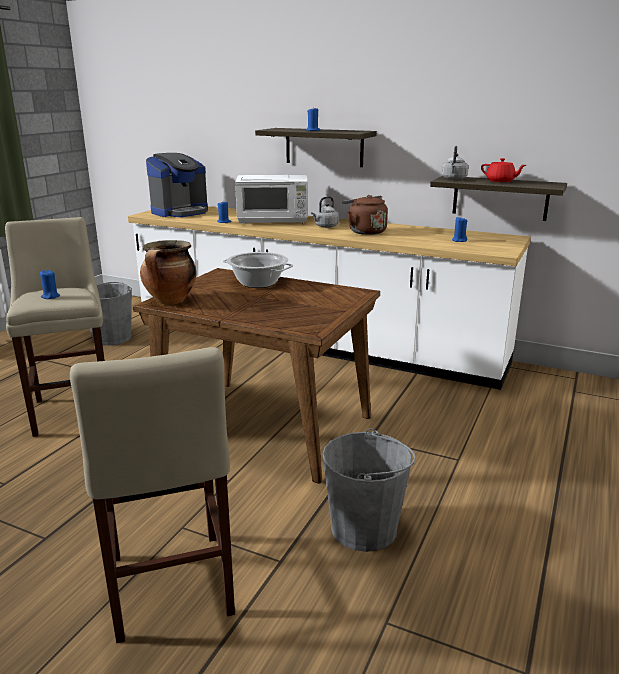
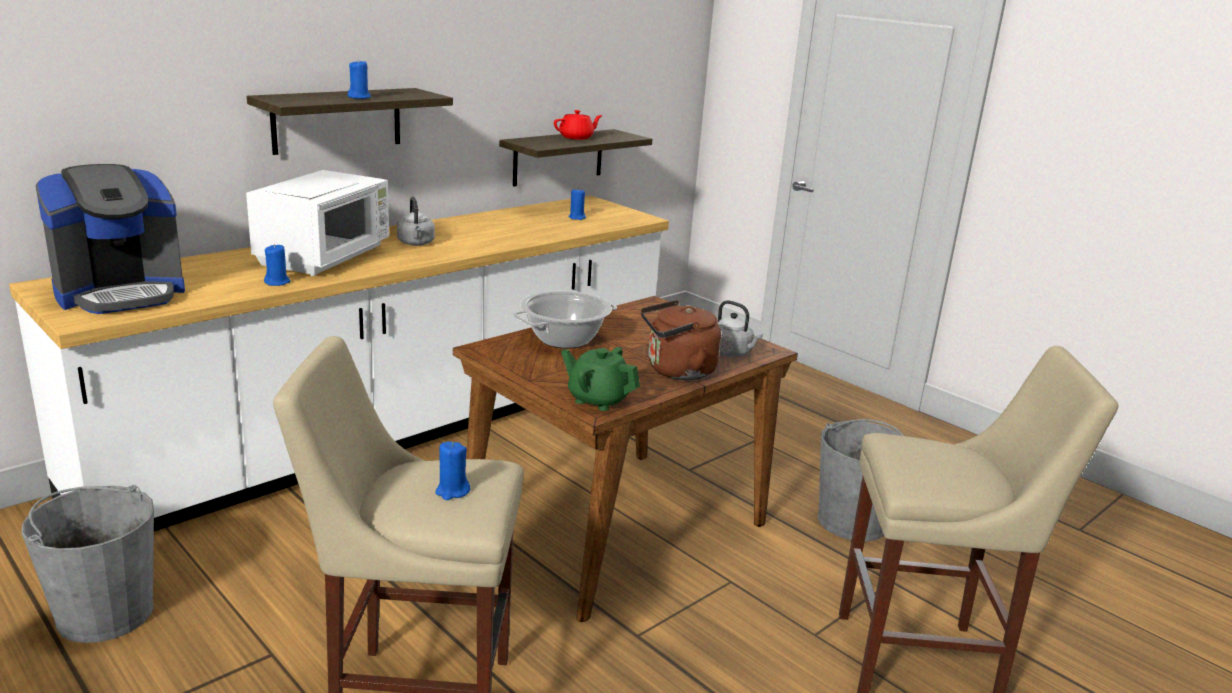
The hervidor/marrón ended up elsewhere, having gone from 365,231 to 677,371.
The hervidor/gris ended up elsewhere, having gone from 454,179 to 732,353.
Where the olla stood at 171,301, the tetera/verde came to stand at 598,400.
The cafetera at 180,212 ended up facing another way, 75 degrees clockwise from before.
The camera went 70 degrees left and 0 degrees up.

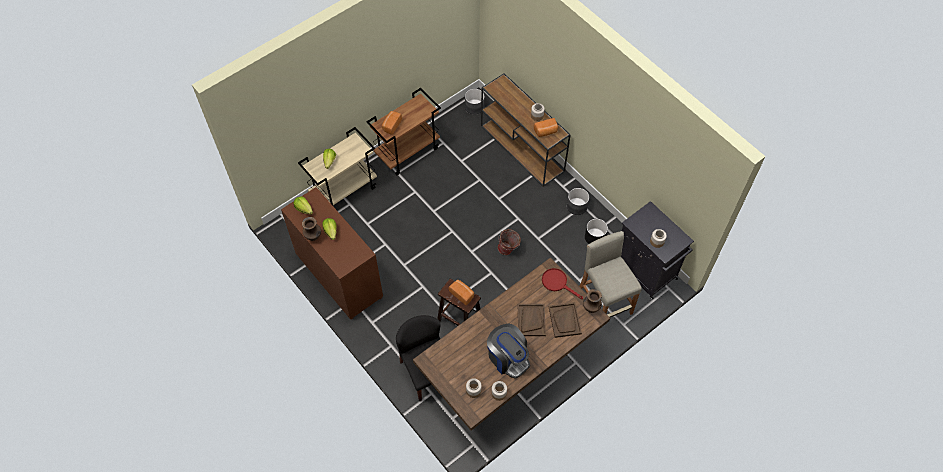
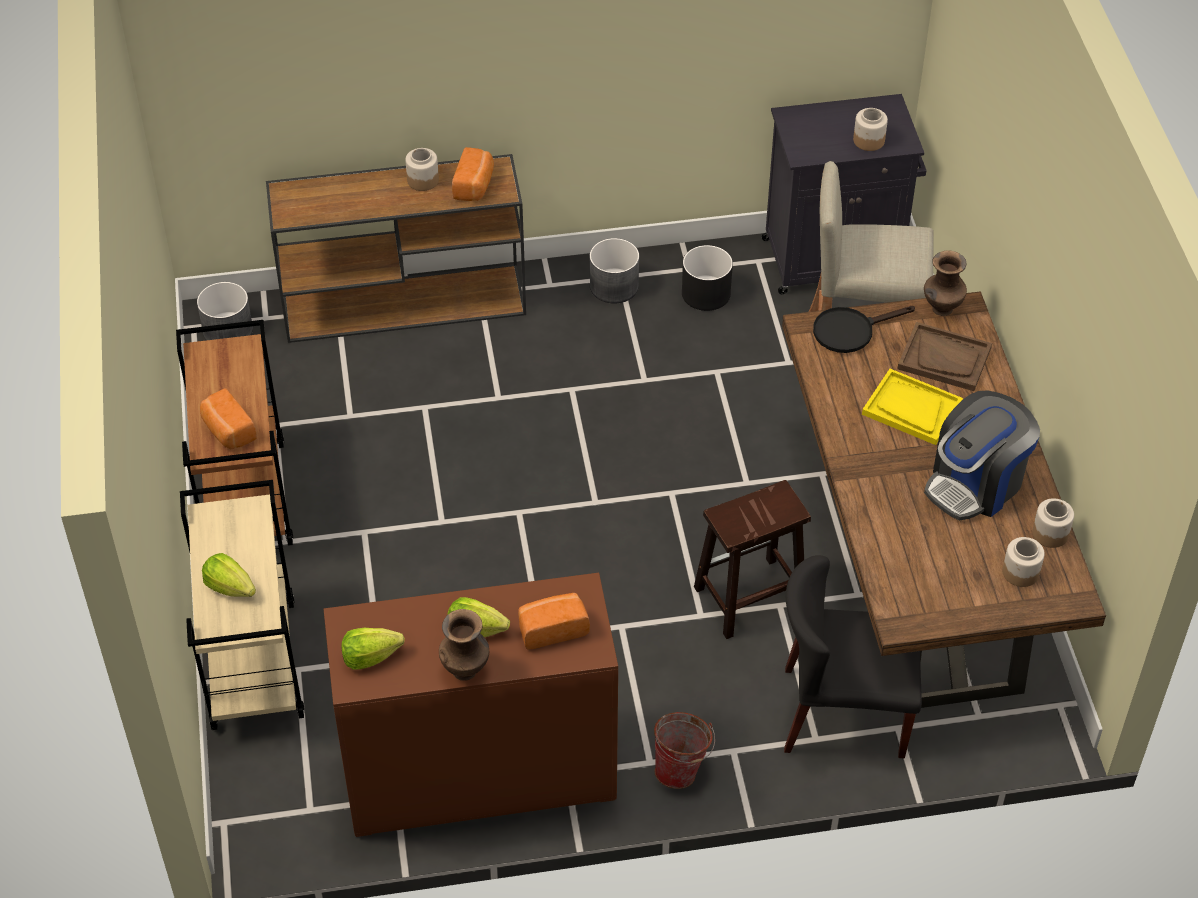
The pan ended up elsewhere, having gone from 462,294 to 552,628.
The cubo ended up elsewhere, having gone from 508,250 to 682,769.
What was the bandeja/marrón at 531,320 turned into the bandeja/amarillo at 911,409.
What was the sartén/rojo at 557,283 turned into the sartén/negro at 850,330.
The cafetera at 507,357 ended up facing another way, 150 degrees clockwise from before.
The camera went 60 degrees left and 10 degrees down.

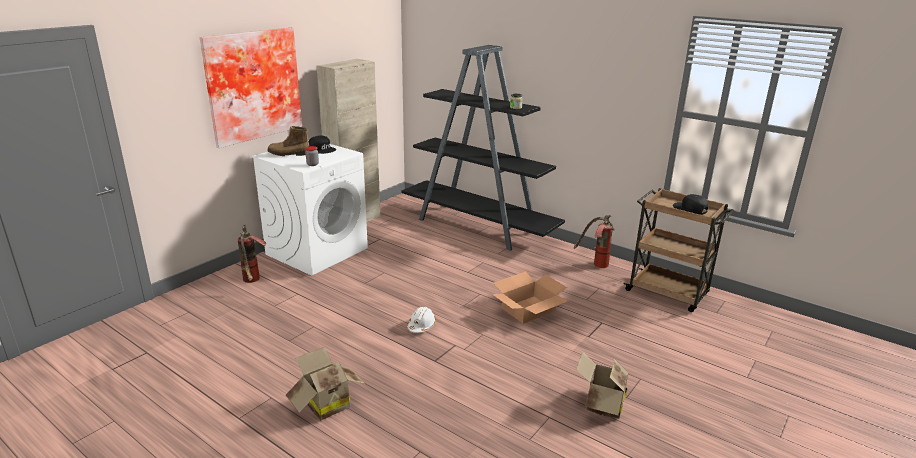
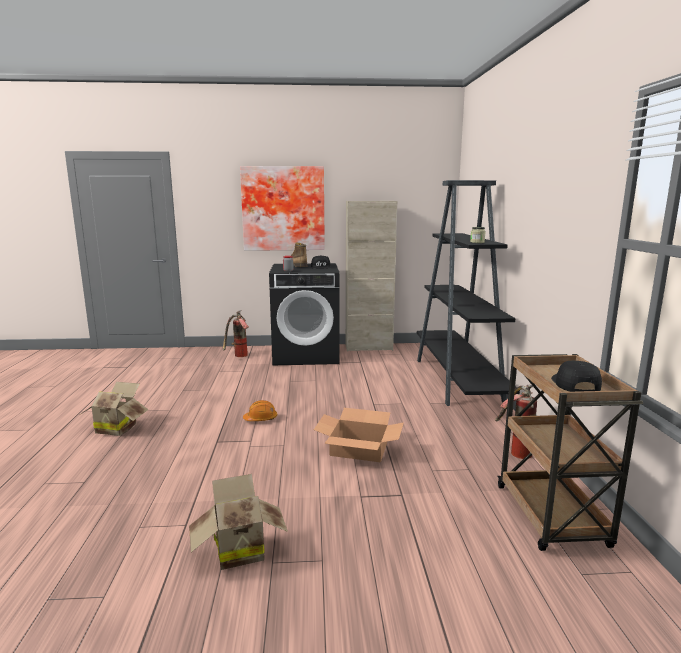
What was the lavadora/blanco at 317,251 turned into the lavadora/negro at 306,355.
What was the casco/blanco at 421,326 turned into the casco/naranja at 261,419.
The camera went 50 degrees right and 10 degrees down.

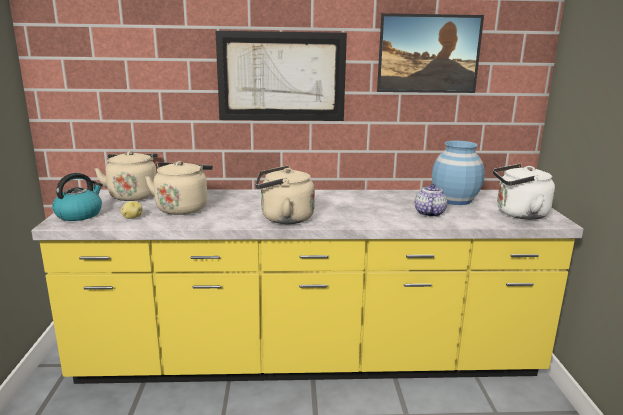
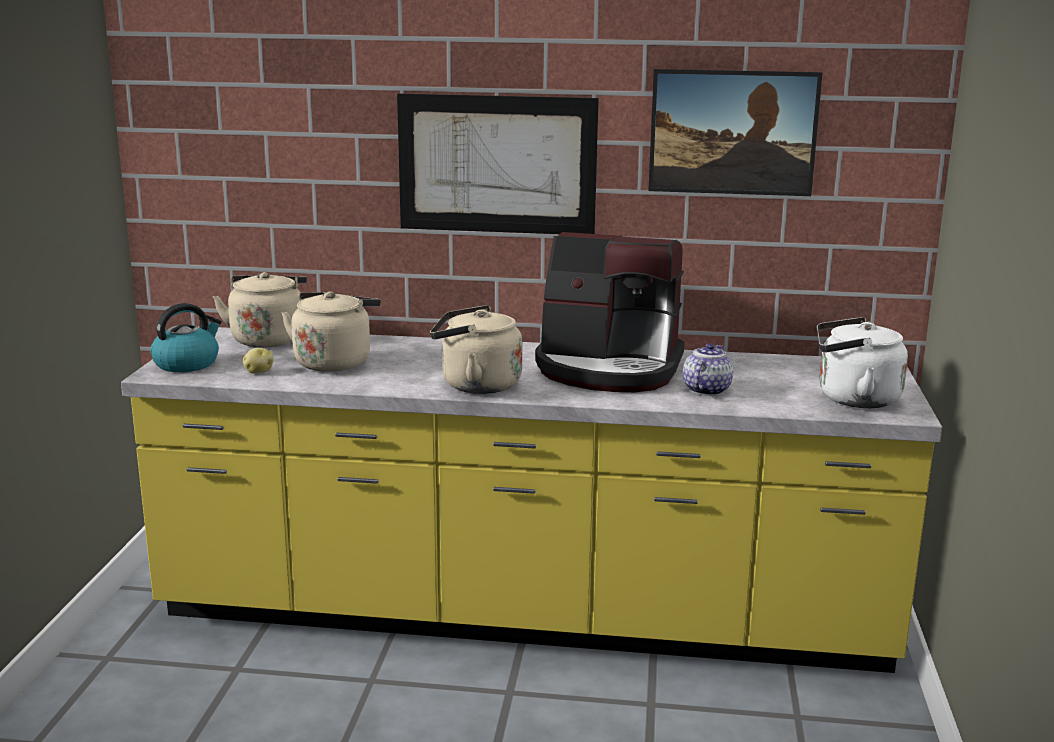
The second view lost the florero/azul at 454,200.
The second view gained the cafetera at 609,369.
The camera went 10 degrees right and 0 degrees up.

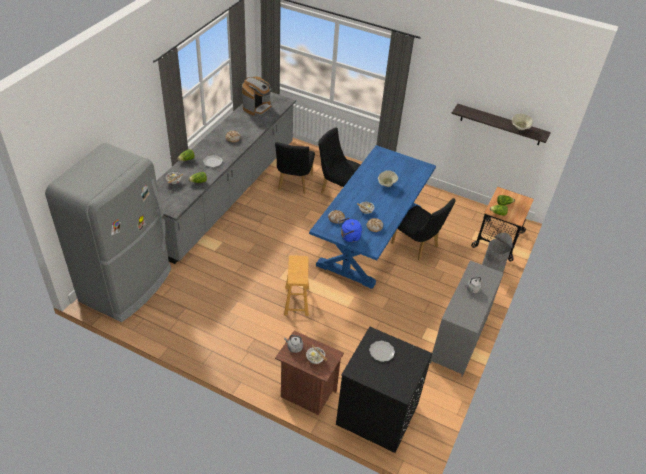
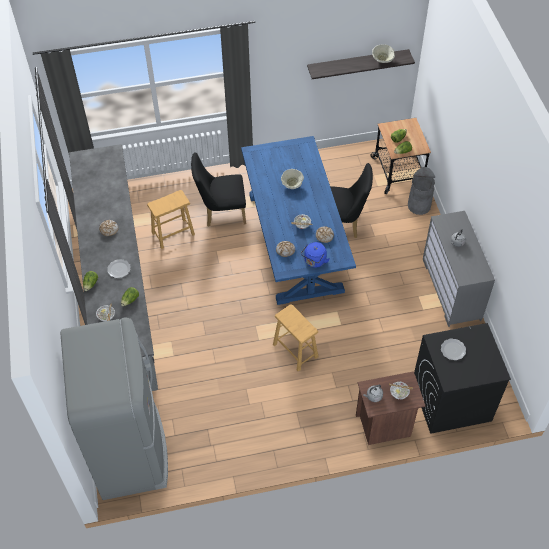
The second view lost the cafetera at 257,107.
Where the silla/negro stood at 294,184, the taburete/marrón came to stand at 173,233.
The camera went 35 degrees left and 10 degrees up.

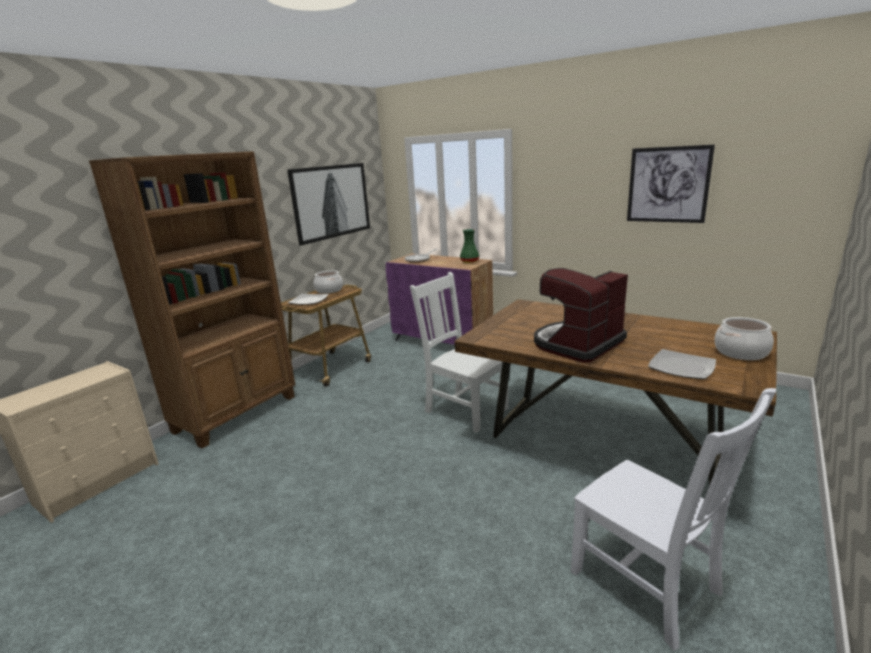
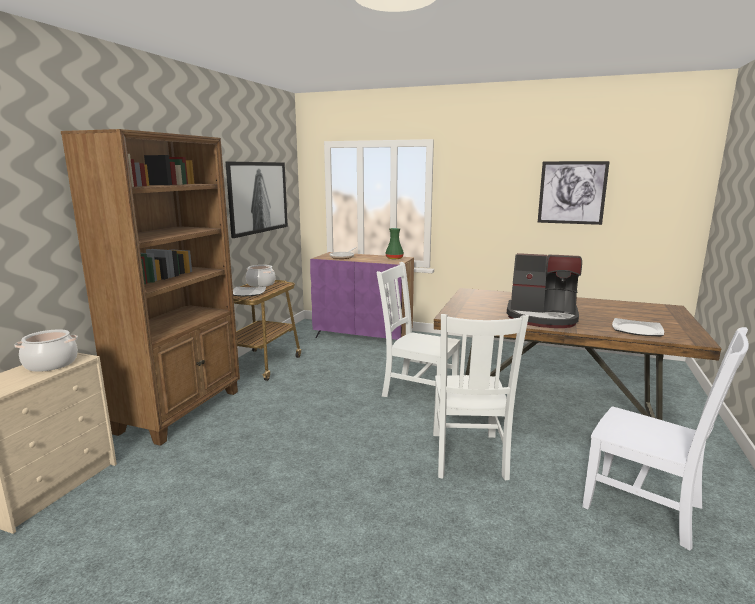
The second view gained the silla/blanco at 468,457.
The olla ended up elsewhere, having gone from 741,352 to 51,364.
The cafetera at 577,344 ended up facing another way, 105 degrees counterclockwise from before.
The camera went 15 degrees left and 5 degrees down.

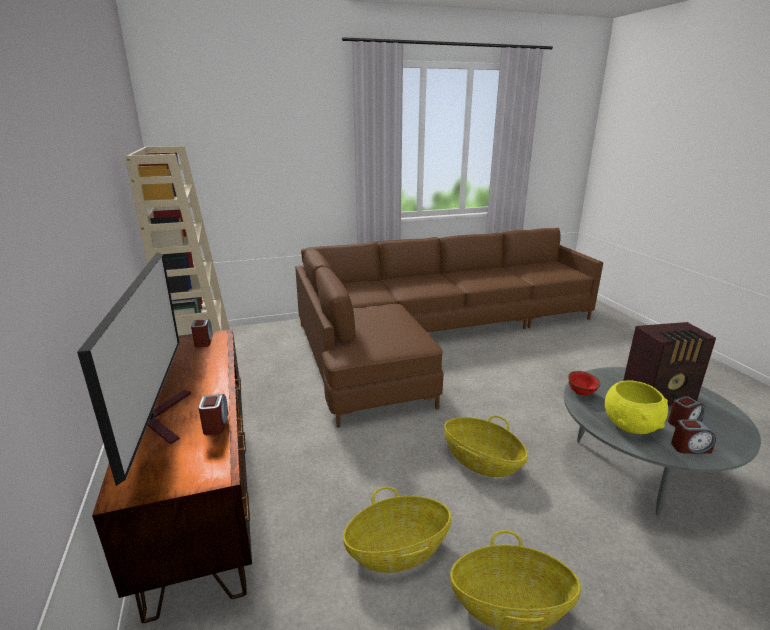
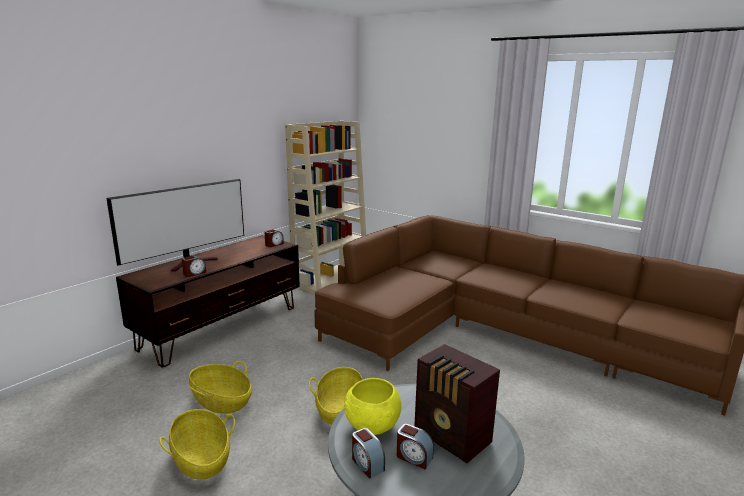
The second view lost the cuenco/rojo at 581,393.
The camera went 55 degrees right and 5 degrees down.

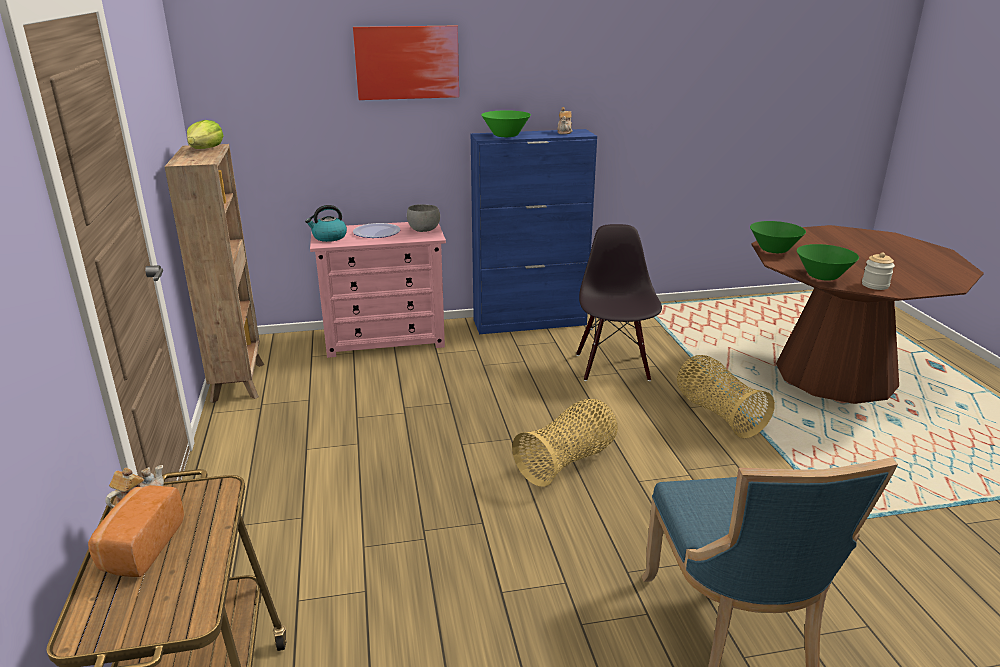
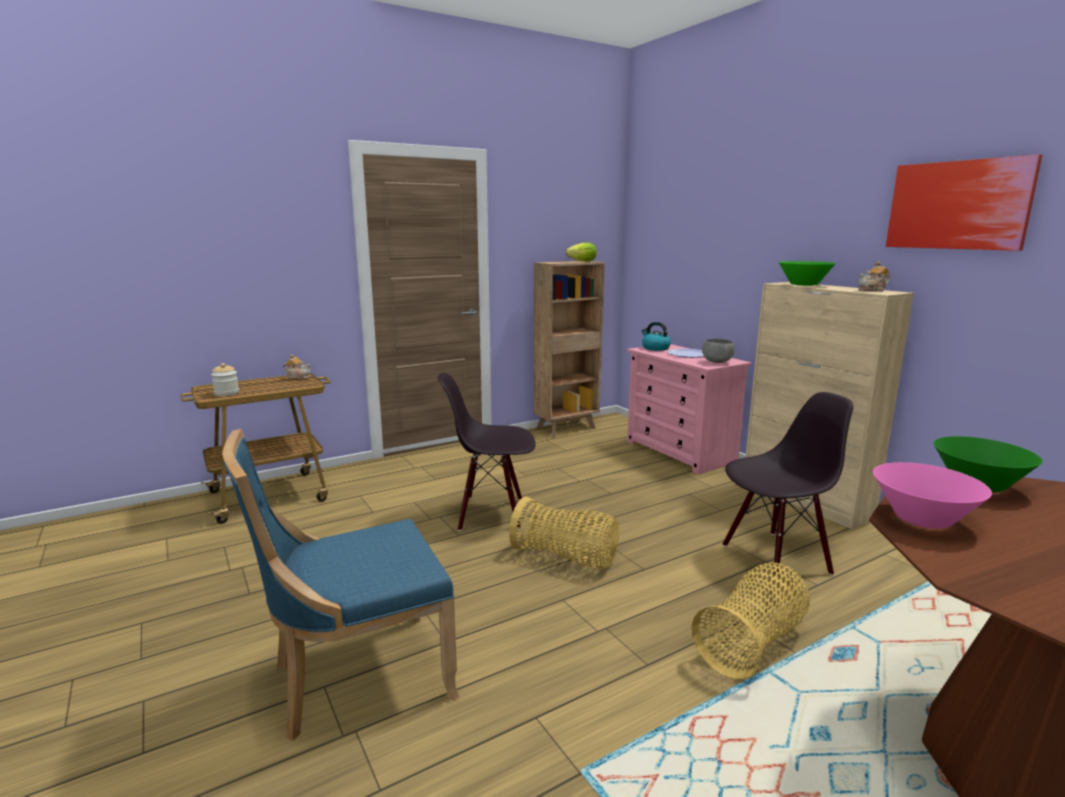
The second view lost the pan at 139,547.
The second view gained the silla/negro at 491,513.
The cuadro ended up elsewhere, having gone from 407,62 to 958,205.
The tarro ended up elsewhere, having gone from 875,285 to 226,393.
What was the armario/azul at 530,322 turned into the armario/beis at 805,500.
What was the cuenco/verde at 823,276 turned into the cuenco/rosa at 923,519.
The camera went 70 degrees right and 10 degrees down.

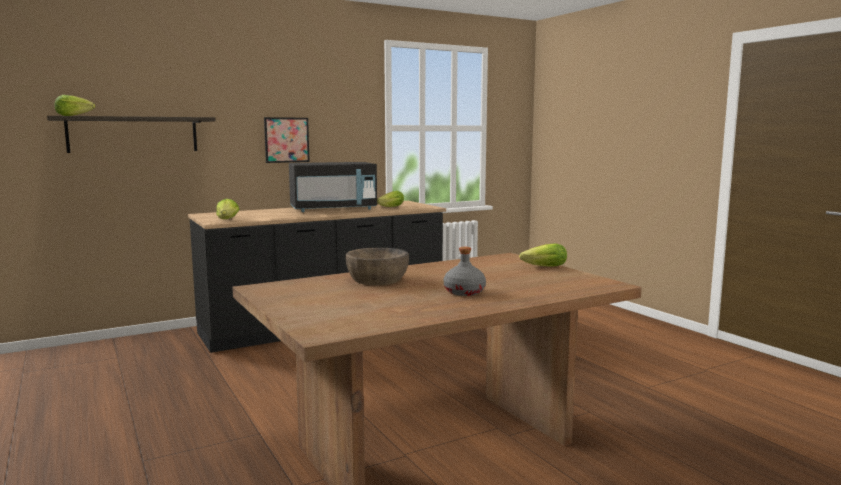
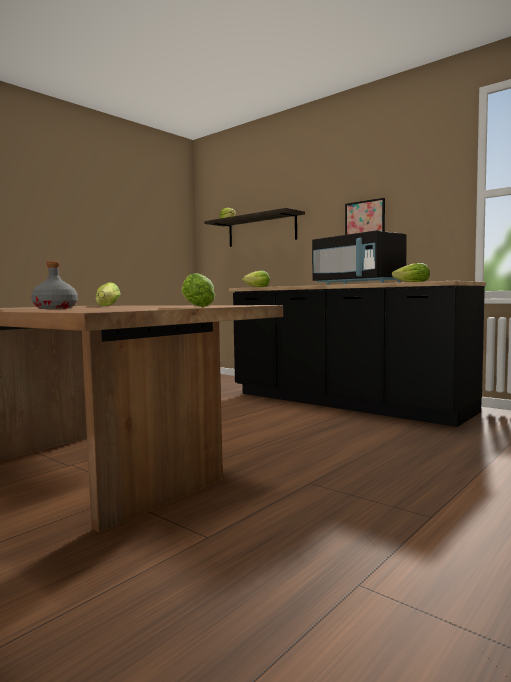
Where the cuenco/marrón stood at 377,279, the lechuga came to stand at 106,306.
The camera went 70 degrees right and 5 degrees down.

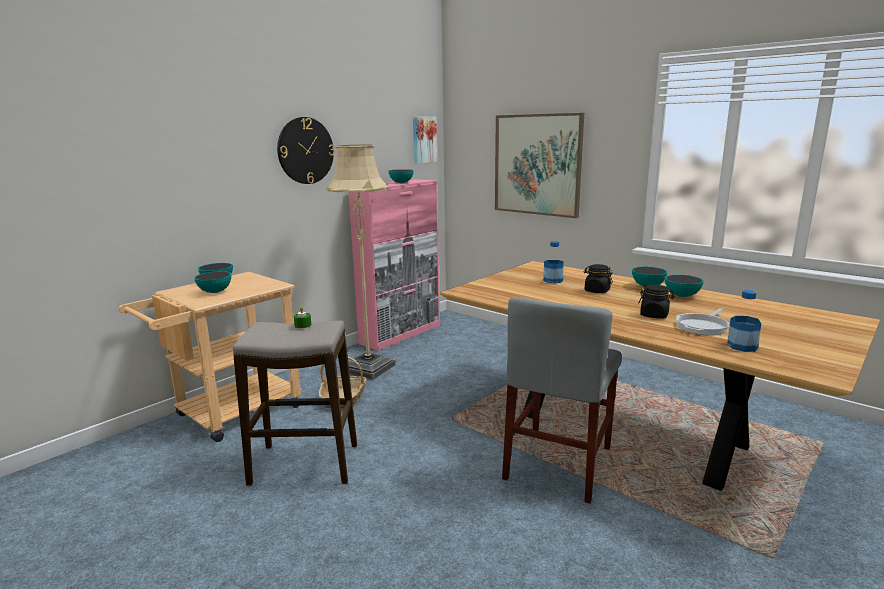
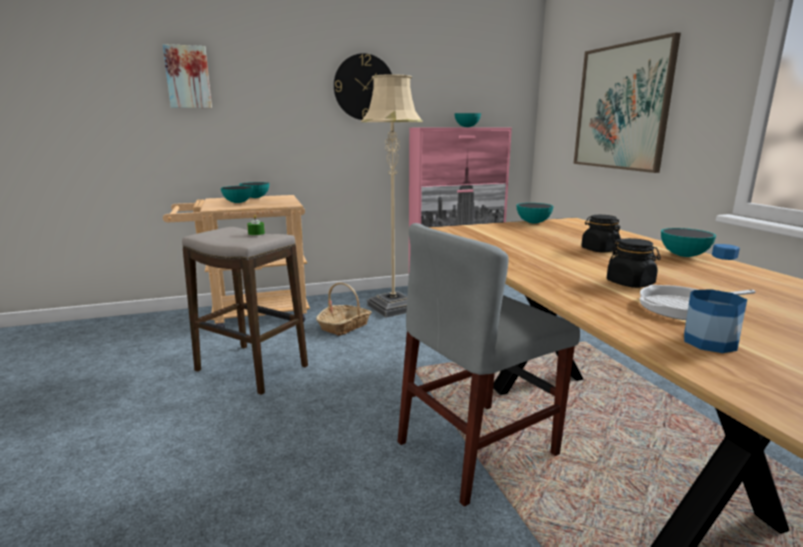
The second view lost the botella at 553,280.
The cuadro ended up elsewhere, having gone from 423,140 to 188,77.
The cuenco ended up elsewhere, having gone from 682,296 to 533,223.
The camera went 30 degrees right and 0 degrees up.

